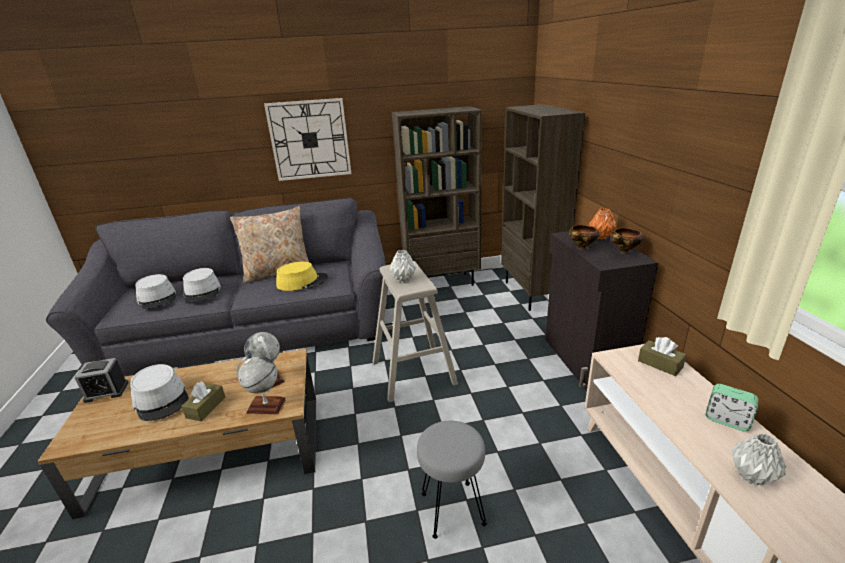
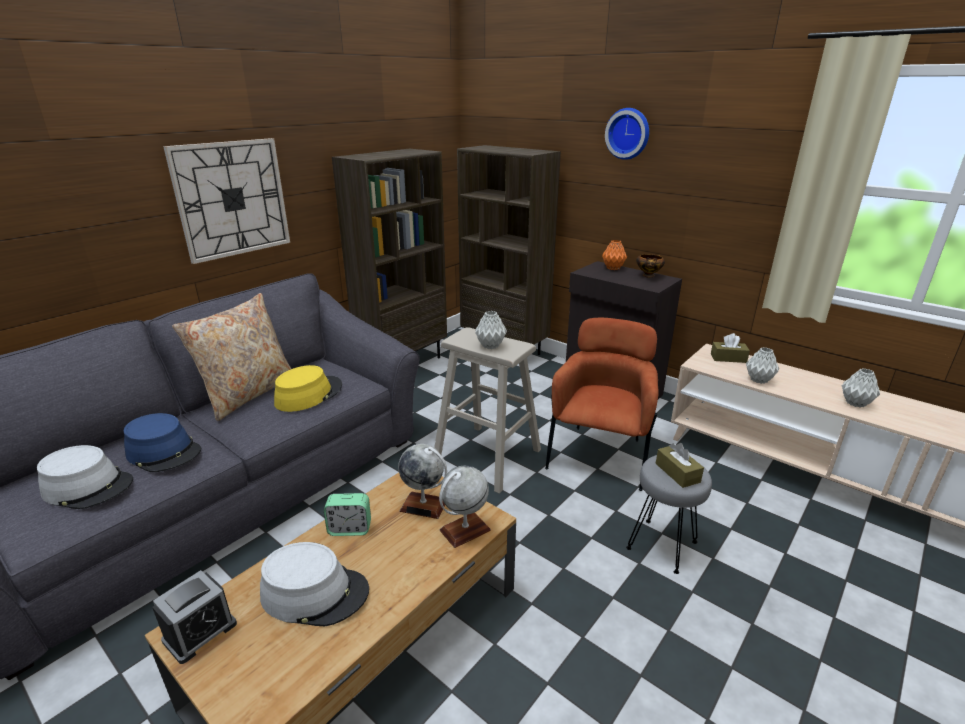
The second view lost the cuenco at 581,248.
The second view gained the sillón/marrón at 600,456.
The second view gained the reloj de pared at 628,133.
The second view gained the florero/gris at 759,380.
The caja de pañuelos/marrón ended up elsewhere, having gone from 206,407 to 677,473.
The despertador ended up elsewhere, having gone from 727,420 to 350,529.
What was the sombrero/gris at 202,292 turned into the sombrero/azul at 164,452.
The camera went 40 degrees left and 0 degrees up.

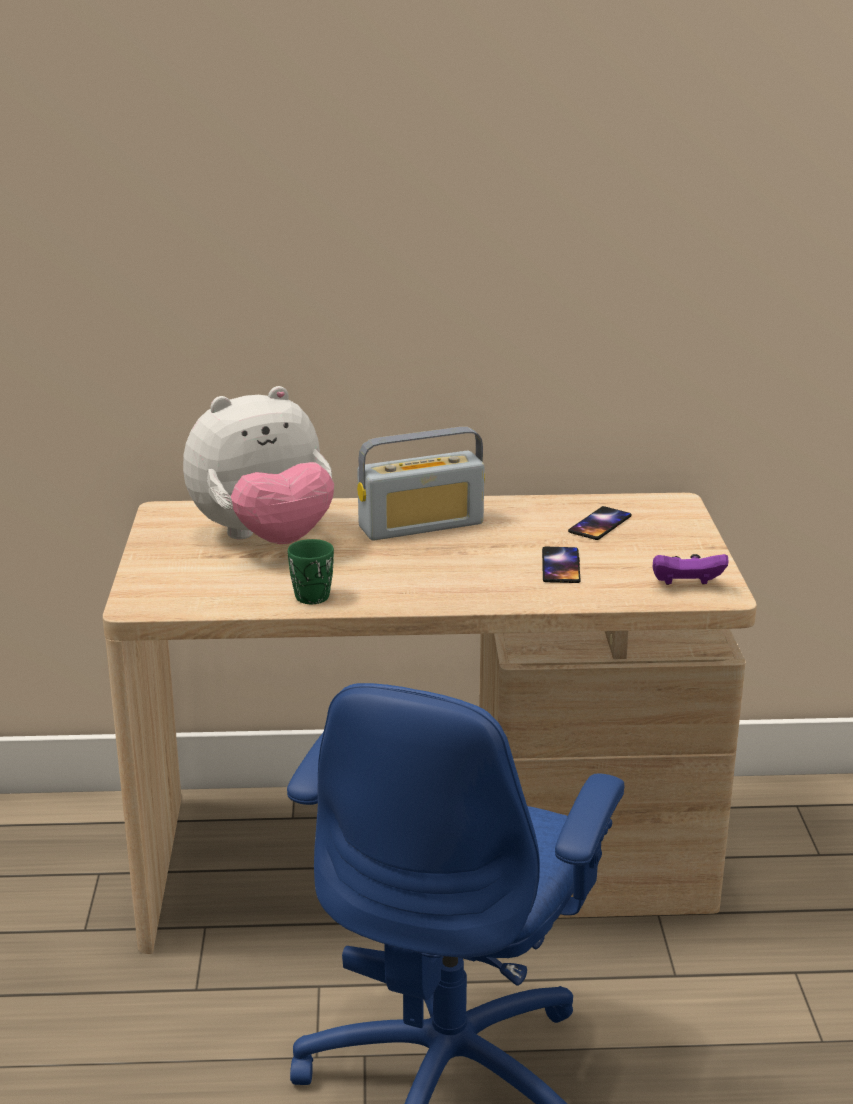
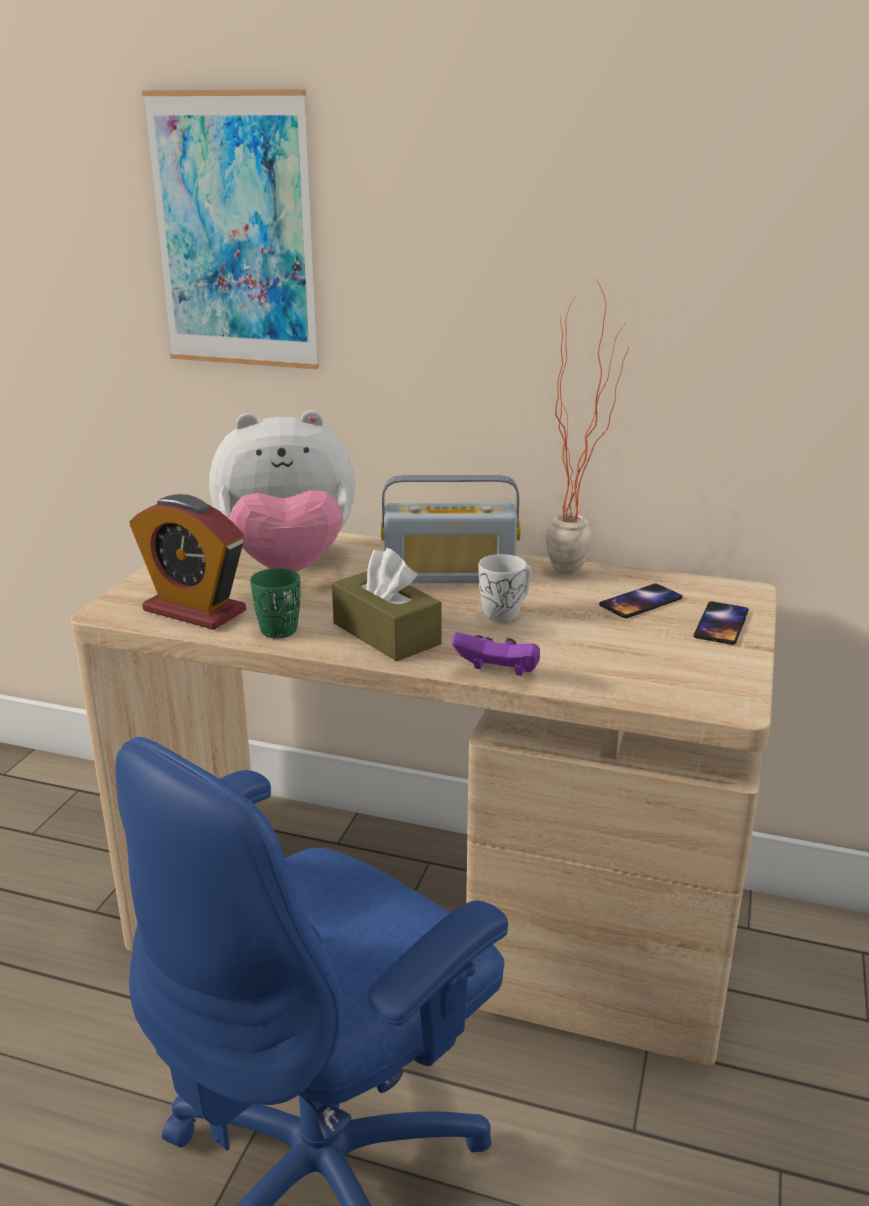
The second view gained the despertador at 194,611.
The second view gained the cuadro at 234,233.
The second view gained the caja de pañuelos/marrón at 386,634.
The second view gained the taza grande/blanco at 506,612.
The second view gained the planta en maceta at 581,571.
The móvil ended up elsewhere, having gone from 561,566 to 721,624.
The mando de consola/morado ended up elsewhere, having gone from 686,585 to 498,673.
The camera went 20 degrees right and 0 degrees up.

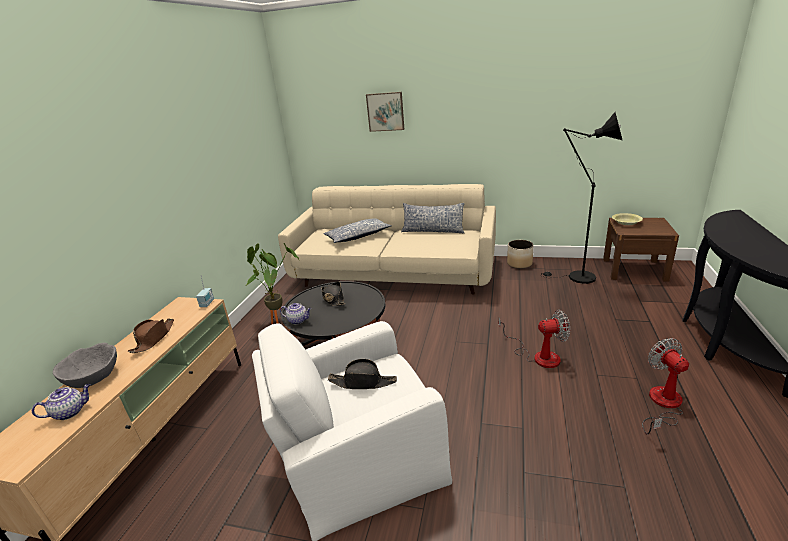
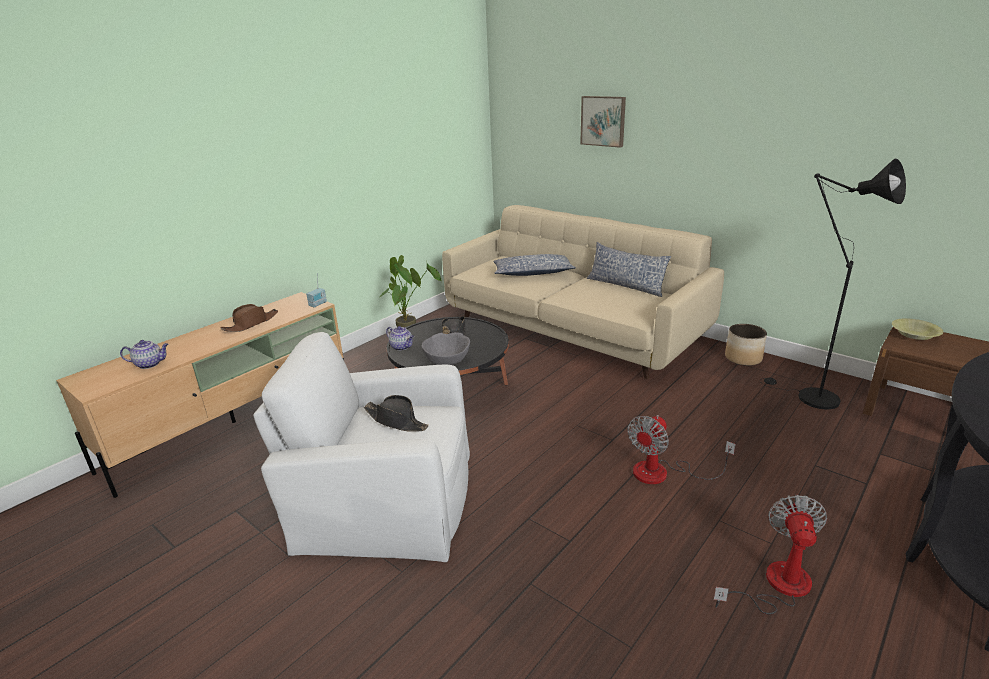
The cuenco/gris ended up elsewhere, having gone from 94,377 to 447,360.
The ventilador at 538,355 ended up facing another way, 105 degrees clockwise from before.
The camera went 25 degrees right and 0 degrees up.

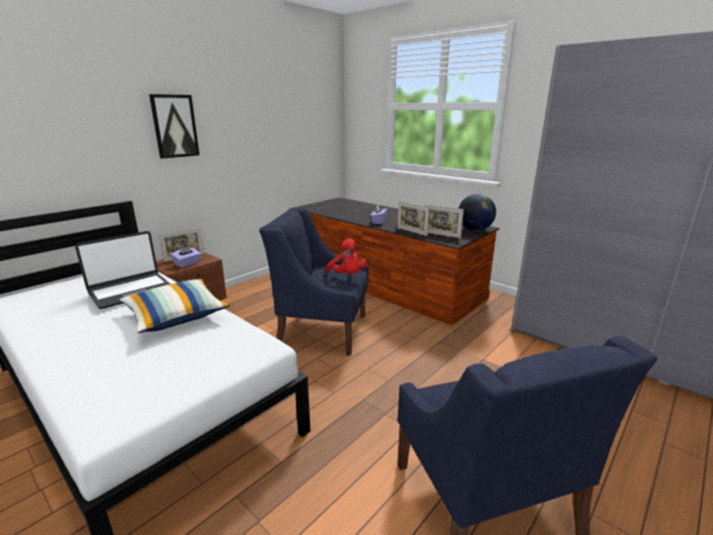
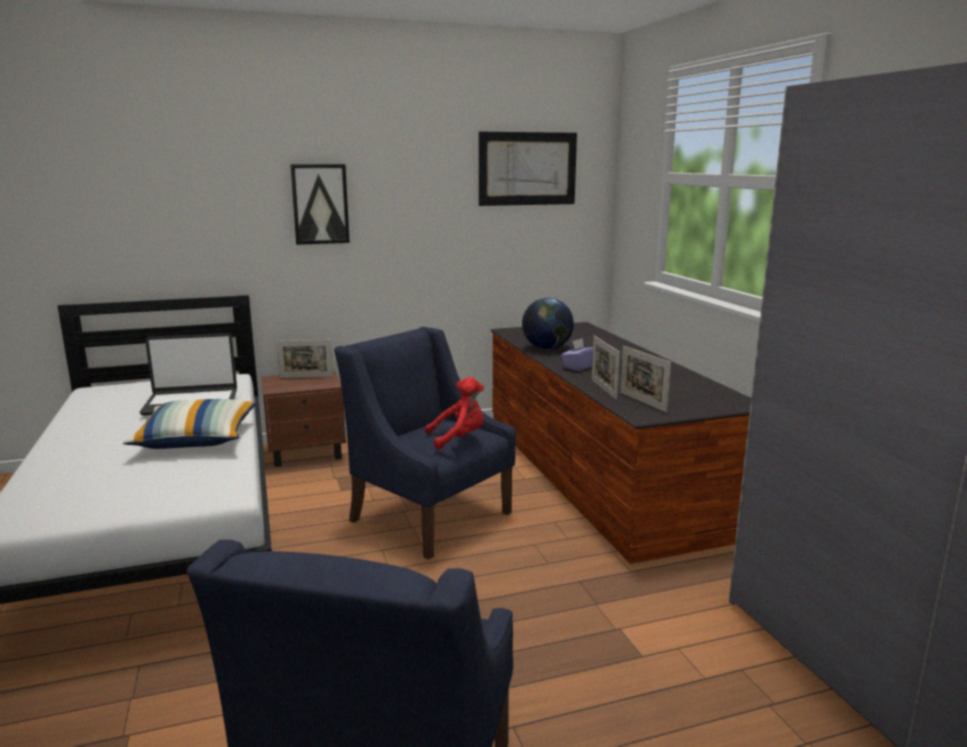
The second view lost the caja de pañuelos/morado at 187,264.
The second view gained the cuadro at 527,169.
The globo terráqueo ended up elsewhere, having gone from 474,230 to 547,348.
The peluche/rojo at 347,276 ended up facing another way, 105 degrees counterclockwise from before.
The camera went 30 degrees right and 5 degrees down.

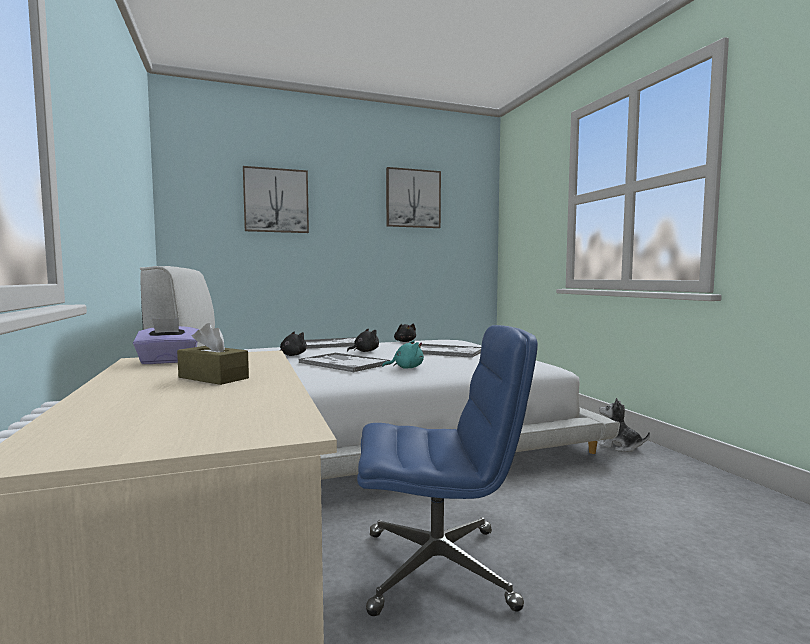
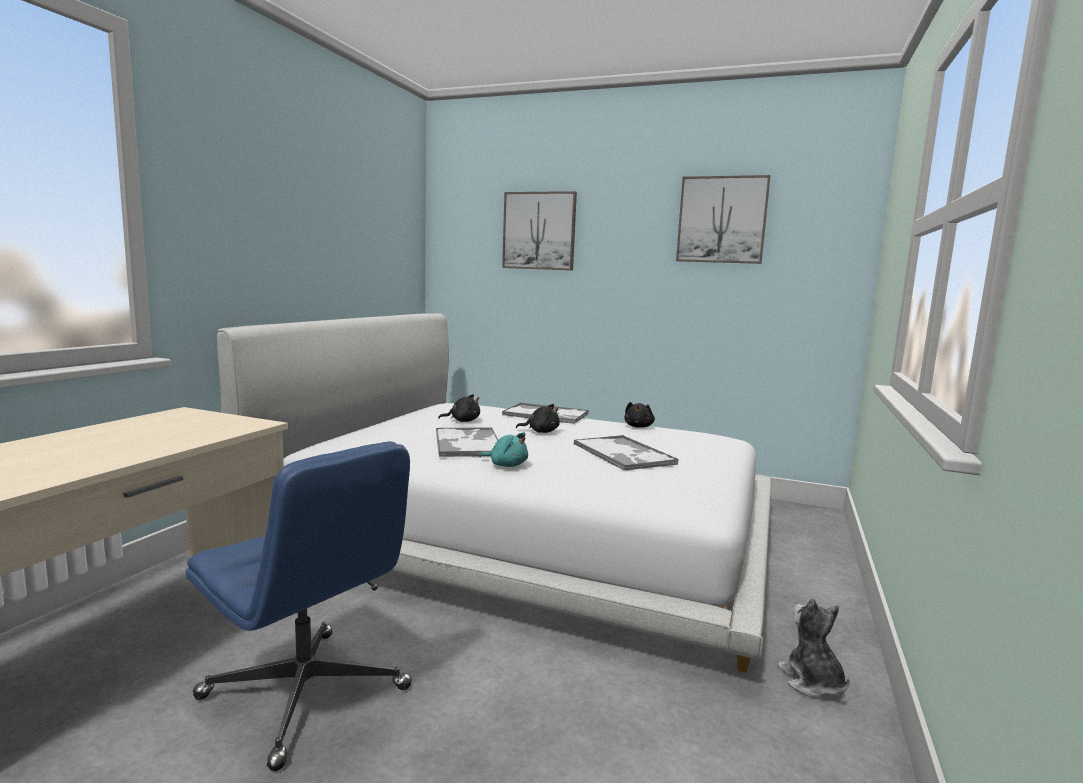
The second view lost the caja de pañuelos/morado at 168,361.
The second view lost the caja de pañuelos/marrón at 213,378.
The camera went 40 degrees right and 5 degrees up.

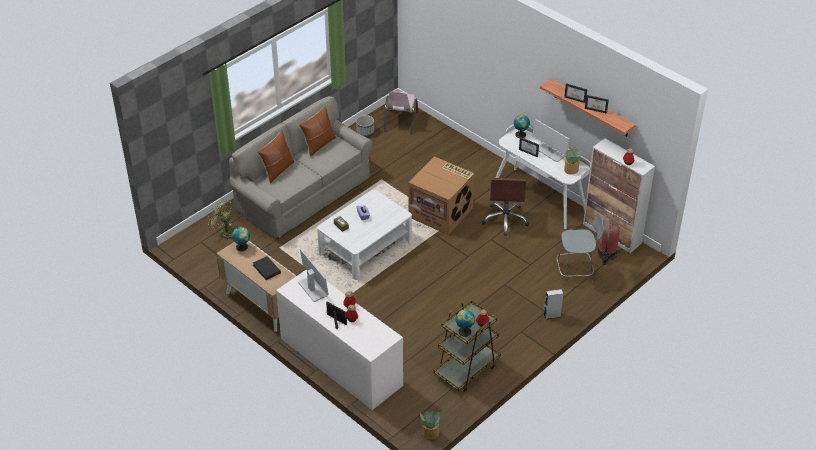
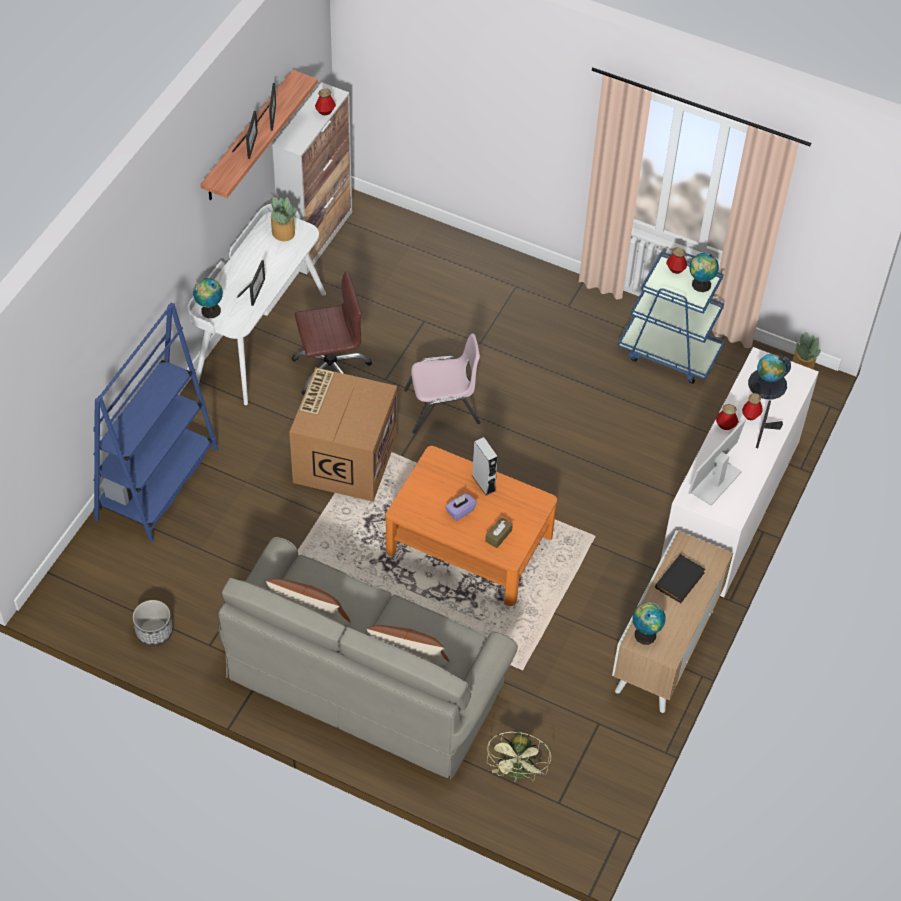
The second view lost the monitor at 550,152.
The second view lost the silla/gris at 575,272.
The second view lost the extintor at 606,255.
The second view gained the estantería/azul at 157,484.
The second view gained the globo terráqueo at 767,384.
The silla/rosa ended up elsewhere, having gone from 400,122 to 442,407.
The altavoz/gris ended up elsewhere, having gone from 552,315 to 483,483.
What was the mesa de centro/blanco at 365,246 turned into the mesa de centro/naranja at 469,543.
What was the carrito/marrón at 466,369 turned into the carrito/azul at 670,352.
The camera went 110 degrees left and 10 degrees up.

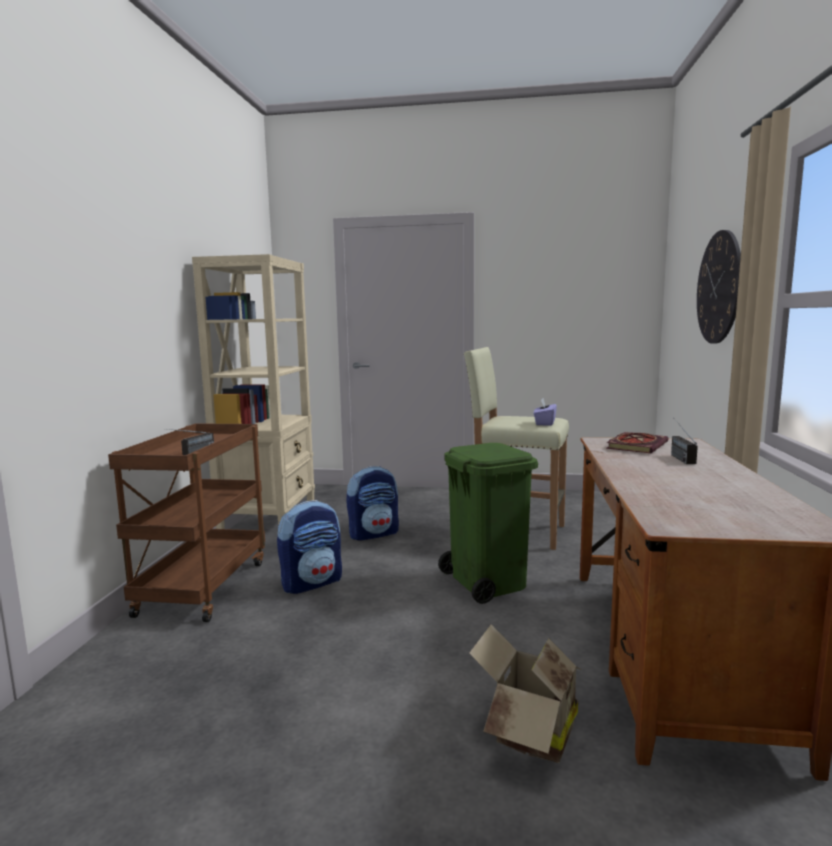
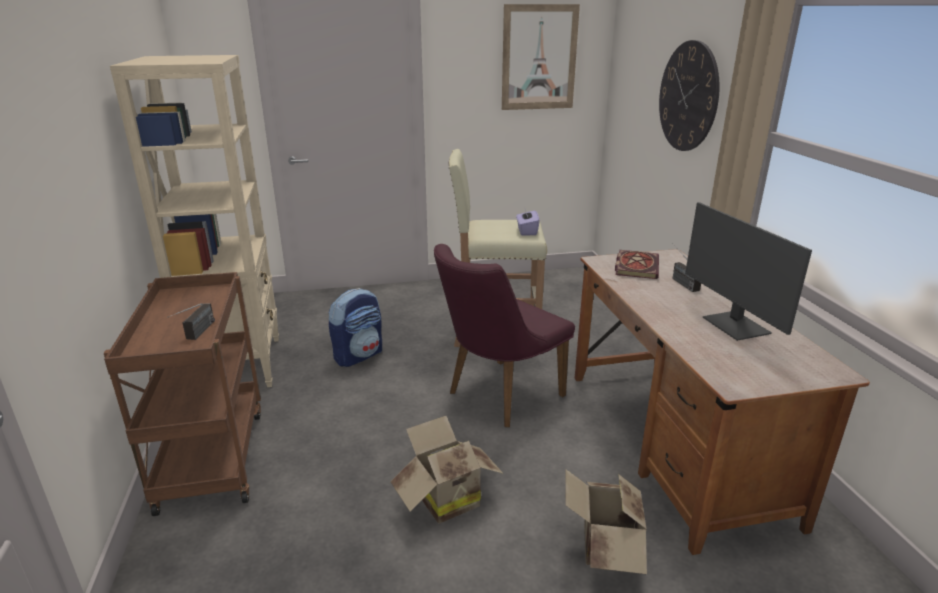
The second view lost the mochila at 312,582.
The second view gained the caja de cartón at 444,499.
The second view gained the cuadro at 539,58.
The second view gained the monitor at 734,326.
Where the papelera/verde stood at 486,581, the silla/morado came to stand at 497,397.
The camera went 20 degrees left and 15 degrees up.

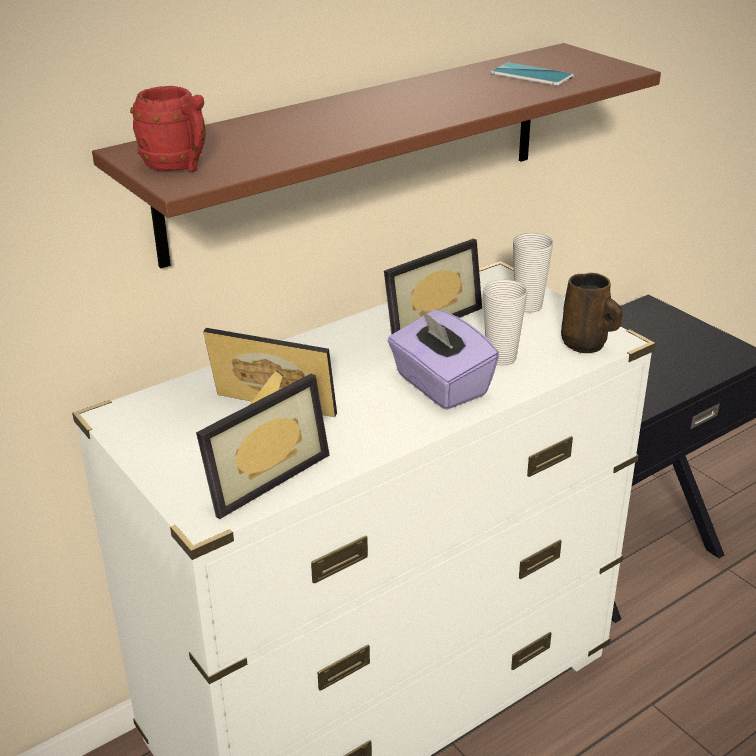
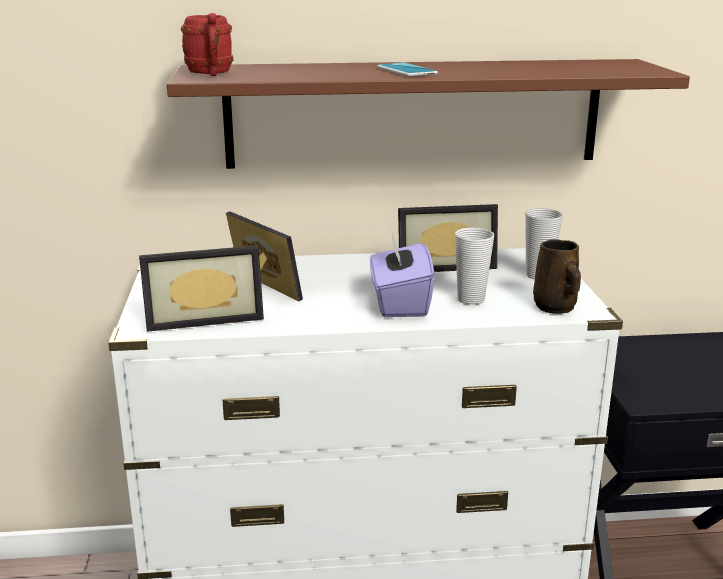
The móvil ended up elsewhere, having gone from 531,76 to 406,71.
The camera went 30 degrees right and 10 degrees down.

